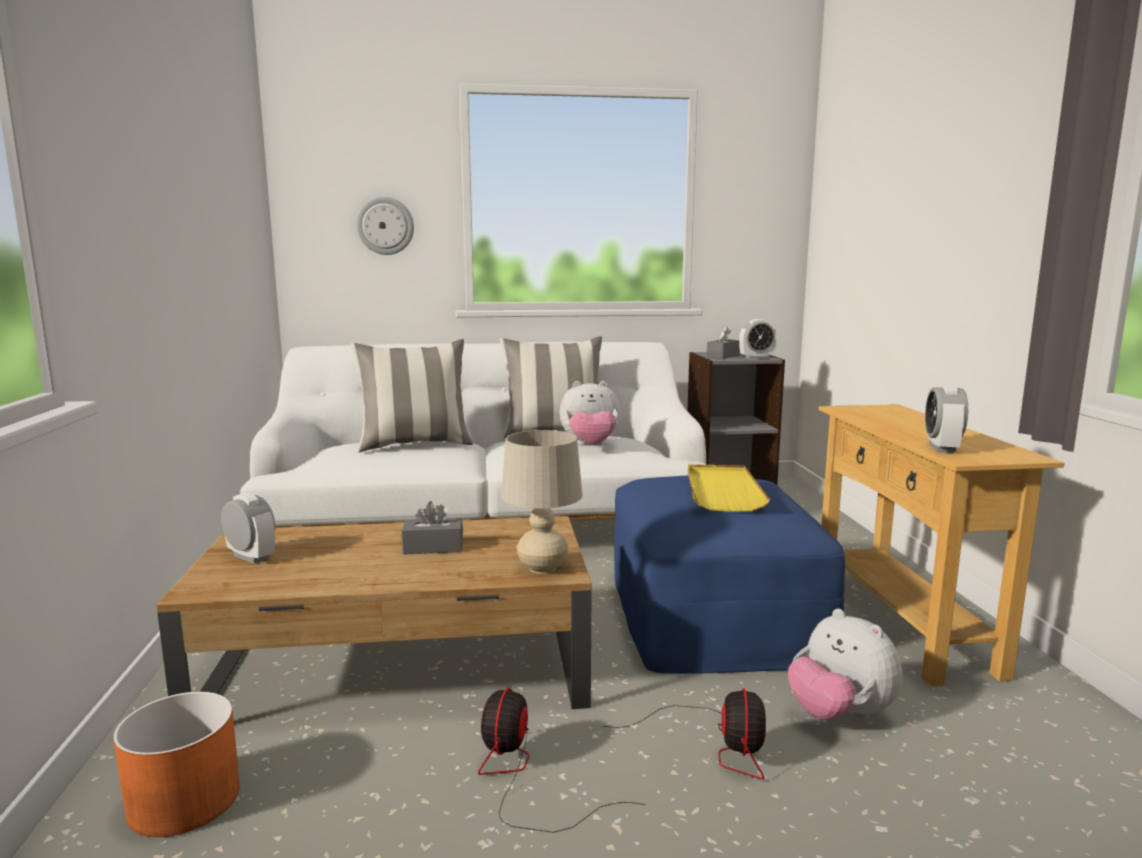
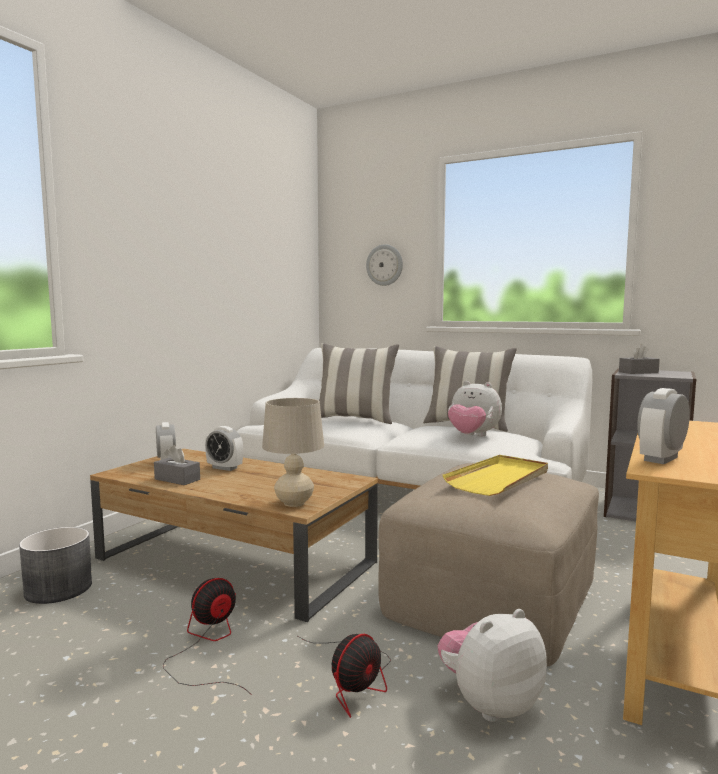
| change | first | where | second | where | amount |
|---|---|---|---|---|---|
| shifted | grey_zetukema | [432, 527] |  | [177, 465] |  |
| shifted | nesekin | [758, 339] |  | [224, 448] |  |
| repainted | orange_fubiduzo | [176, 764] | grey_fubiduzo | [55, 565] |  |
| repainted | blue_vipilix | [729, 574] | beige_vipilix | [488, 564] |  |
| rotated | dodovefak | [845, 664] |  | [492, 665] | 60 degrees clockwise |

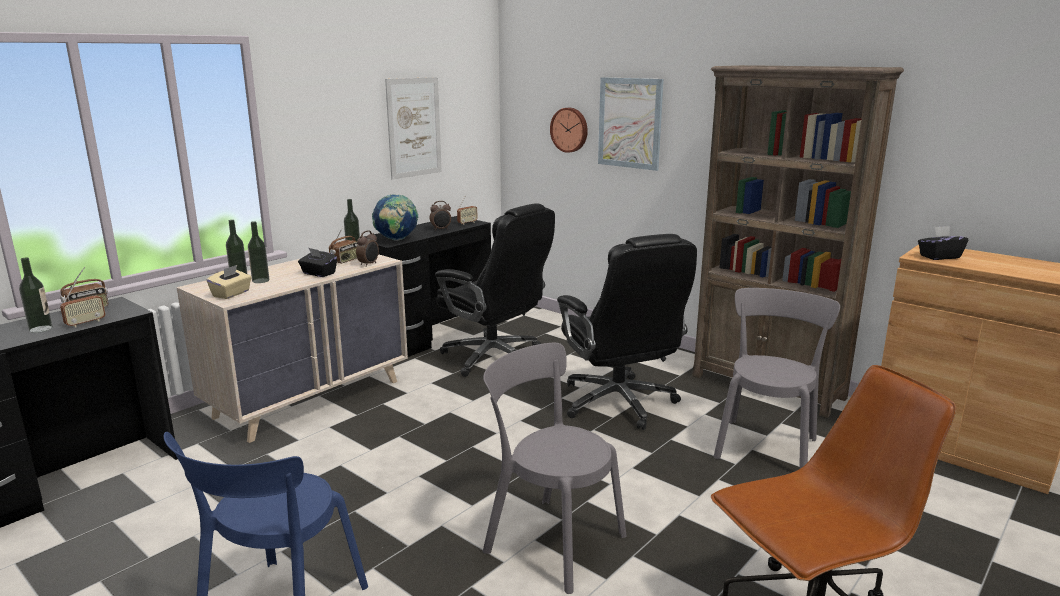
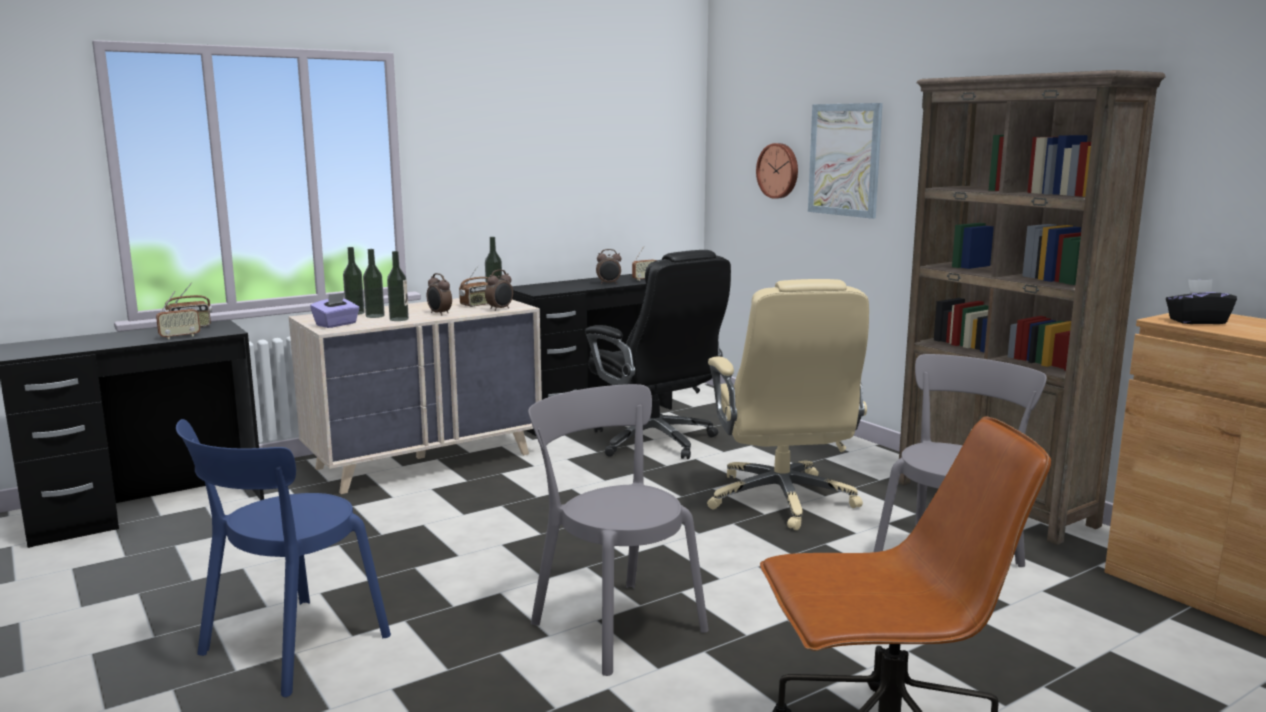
| change | first | where | second | where | amount |
|---|---|---|---|---|---|
| gone | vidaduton | [395, 217] |  |  |  |
| gone | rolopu | [413, 128] |  |  |  |
| shifted | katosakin | [36, 295] |  | [398, 286] |  |
| swapped | black_zetukema | [317, 262] | nesekin | [439, 294] |  |
| repainted | beige_zetukema | [229, 282] | purple_zetukema | [335, 310] |  |
| repainted | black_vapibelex | [627, 332] | beige_vapibelex | [788, 404] |  |

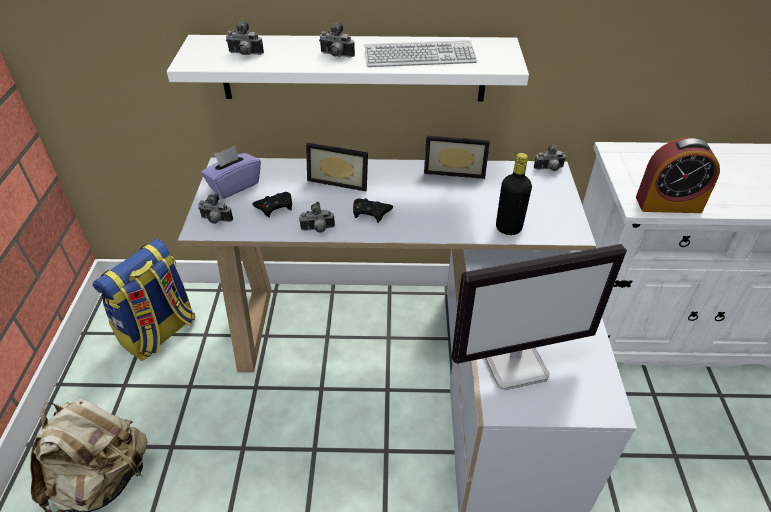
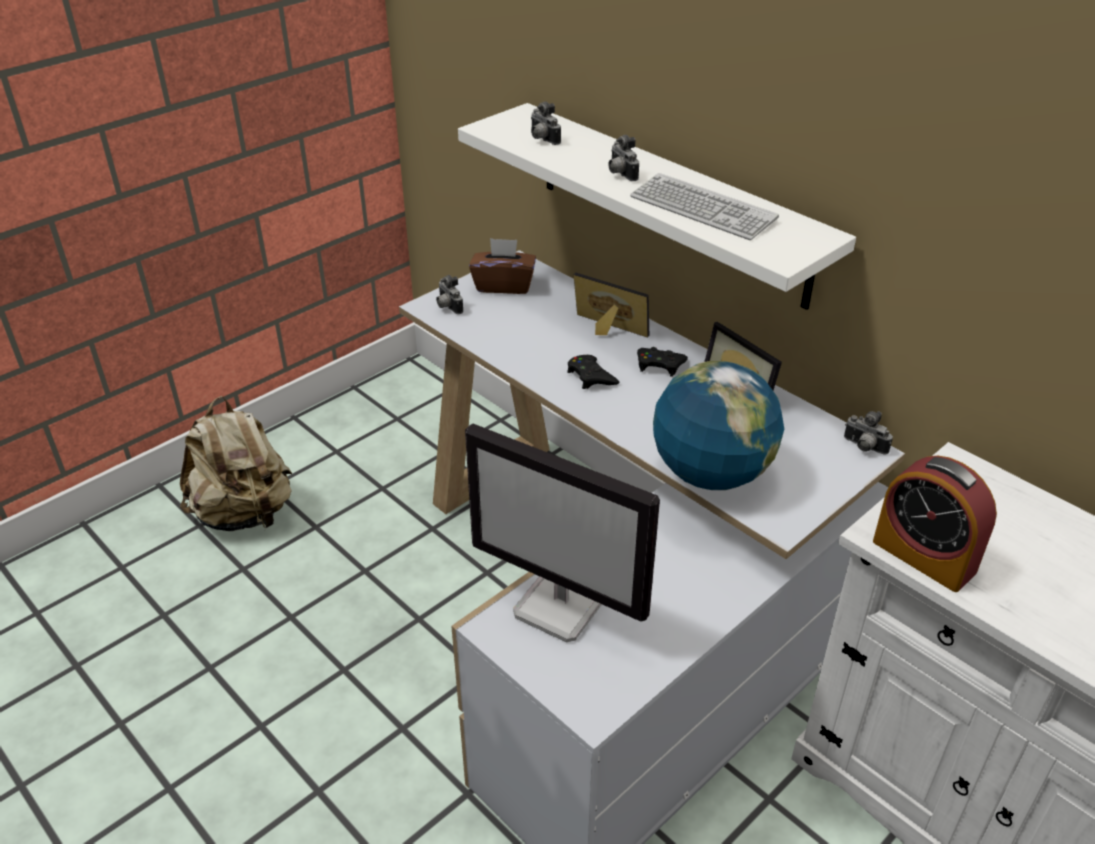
| change | first | where | second | where | amount |
|---|---|---|---|---|---|
| gone | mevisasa | [144, 300] |  |  |  |
| gone | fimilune | [317, 217] |  |  |  |
| shifted | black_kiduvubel | [272, 205] |  | [662, 362] |  |
| swapped | black_katosakin | [514, 194] | vidaduton | [718, 425] |  |
| repainted | purple_zetukema | [231, 172] | brown_zetukema | [502, 266] |  |
| rotated | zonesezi | [337, 167] |  | [611, 305] | 150 degrees clockwise |

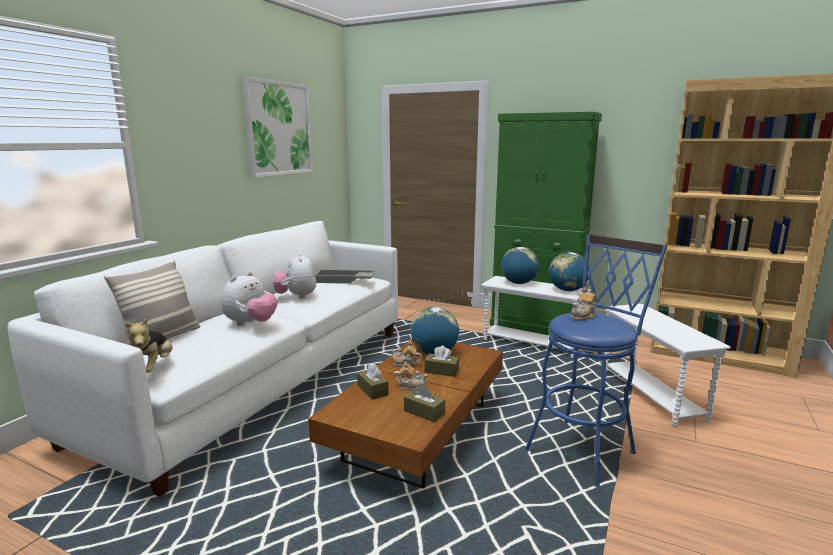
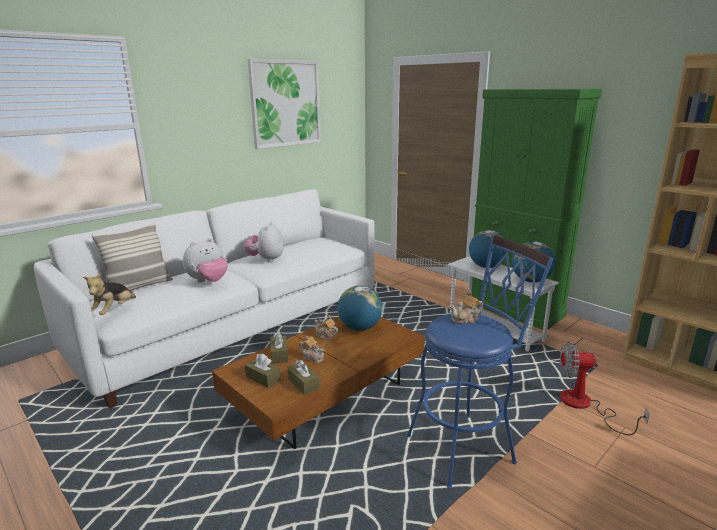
| change | first | where | second | where | amount |
|---|---|---|---|---|---|
| gone | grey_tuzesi | [344, 276] |  |  |  |
| shifted | brown_zetukema | [441, 361] |  | [263, 370] |  |
| swapped | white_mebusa | [667, 365] | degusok | [605, 388] |  |

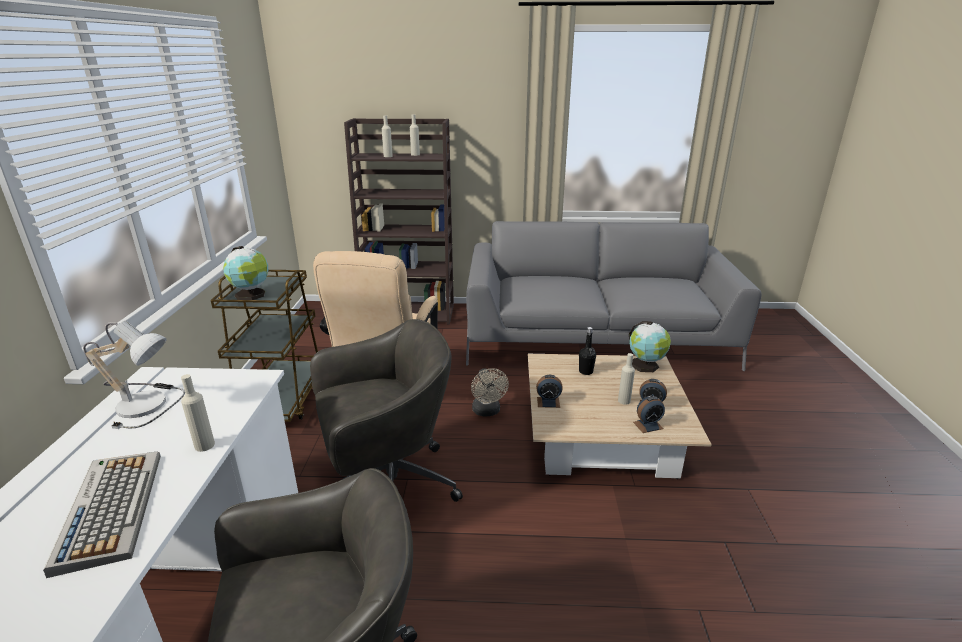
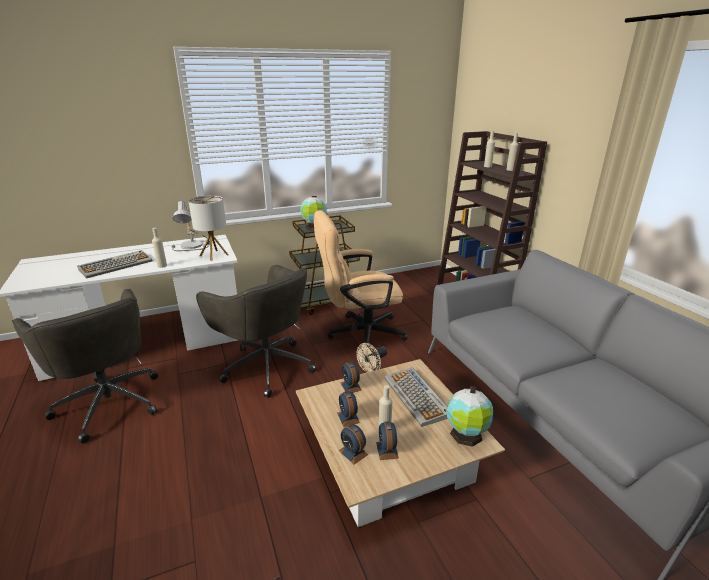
| change | first | where | second | where | amount |
|---|---|---|---|---|---|
| new |  |  | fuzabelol | [208, 228] |  |
| new |  |  | nesekin | [348, 409] |  |
| swapped | black_katosakin | [587, 351] | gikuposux | [416, 397] |  |

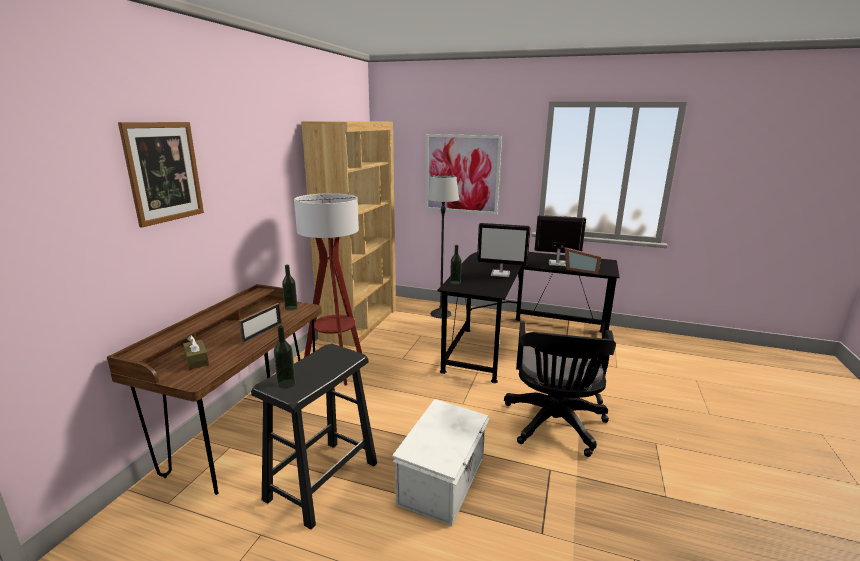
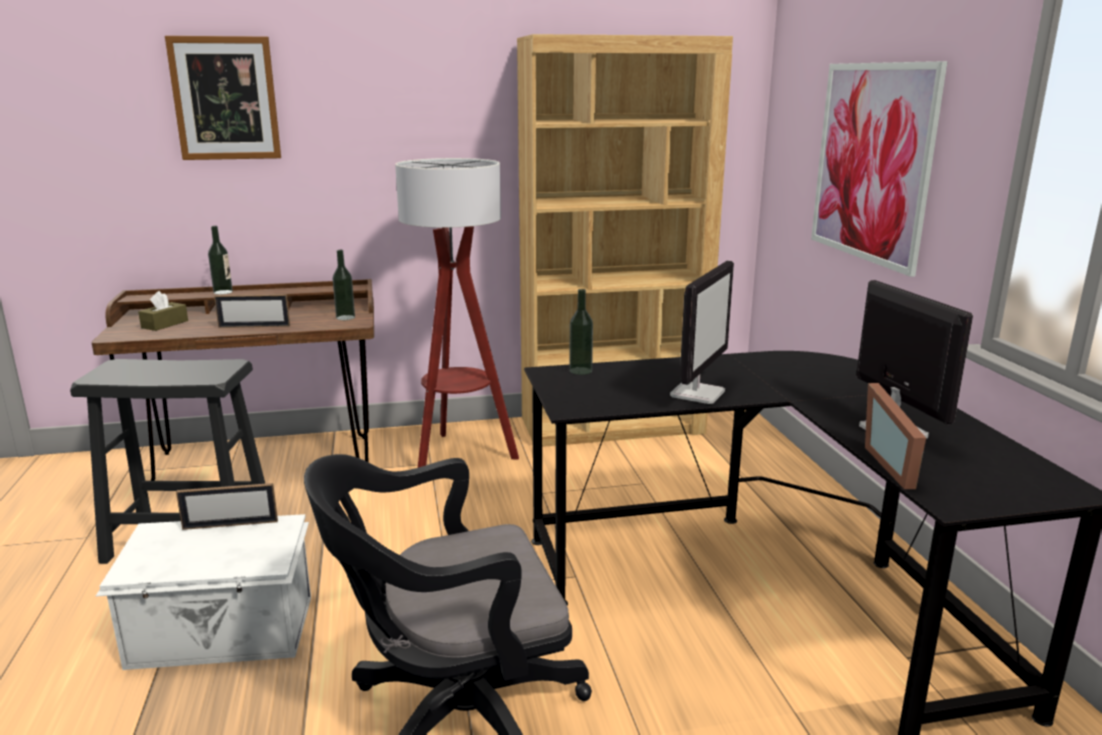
| change | first | where | second | where | amount |
|---|---|---|---|---|---|
| gone | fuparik | [443, 246] |  |  |  |
| new |  |  | zonesezi | [227, 506] |  |
| shifted | katosakin | [285, 357] |  | [220, 260] |  |
| rotated | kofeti | [504, 250] |  | [702, 332] | 135 degrees counterclockwise |

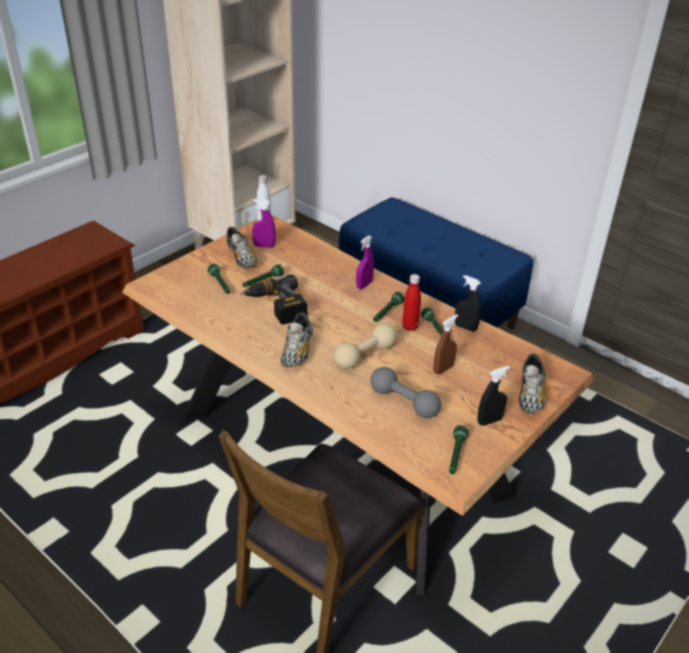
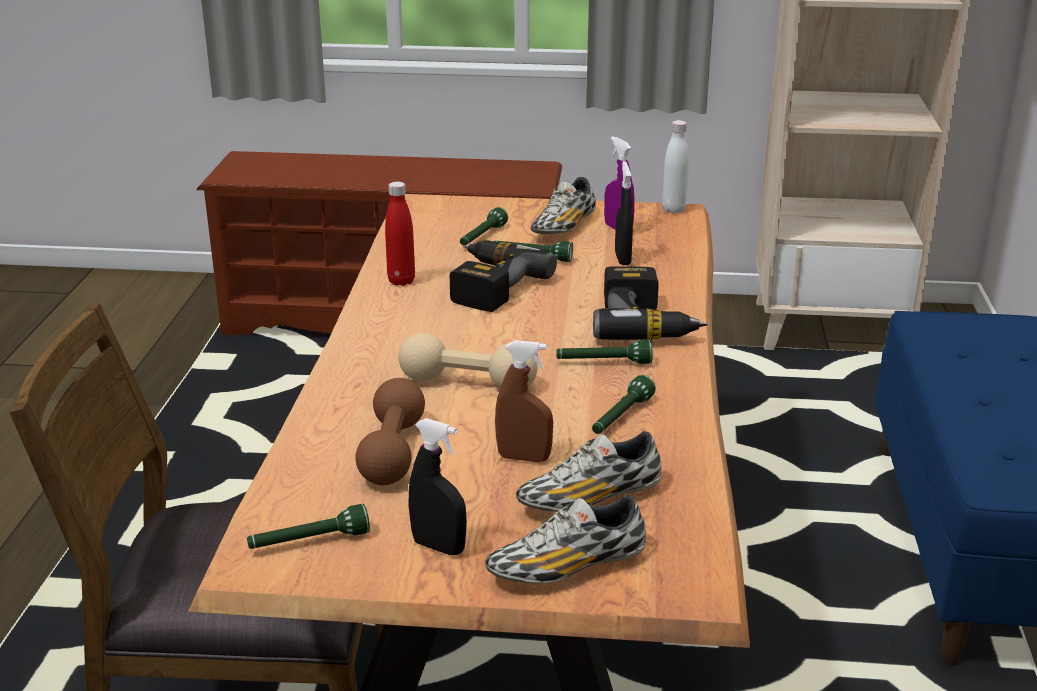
| change | first | where | second | where | amount |
|---|---|---|---|---|---|
| shifted | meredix | [297, 339] |  | [588, 471] |  |
| shifted | red_katosakin | [411, 302] |  | [400, 234] |  |
| shifted | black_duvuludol | [468, 303] |  | [624, 213] |  |
| swapped | purple_duvuludol | [365, 262] | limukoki | [650, 303] |  |
| repainted | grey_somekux | [405, 392] | brown_somekux | [390, 431] |  |

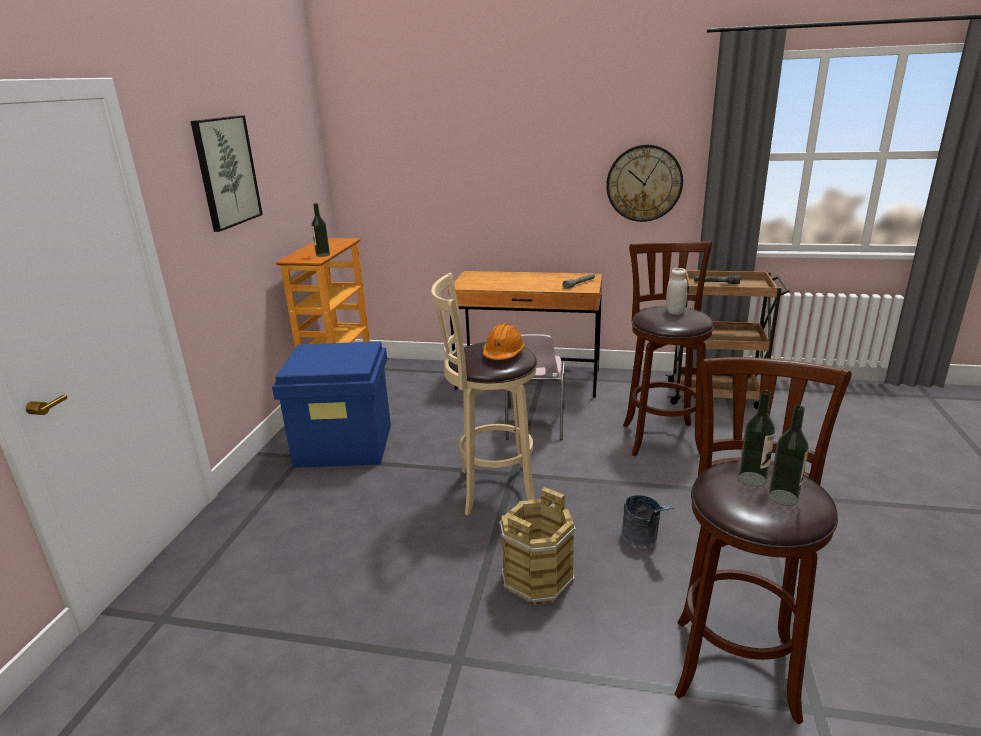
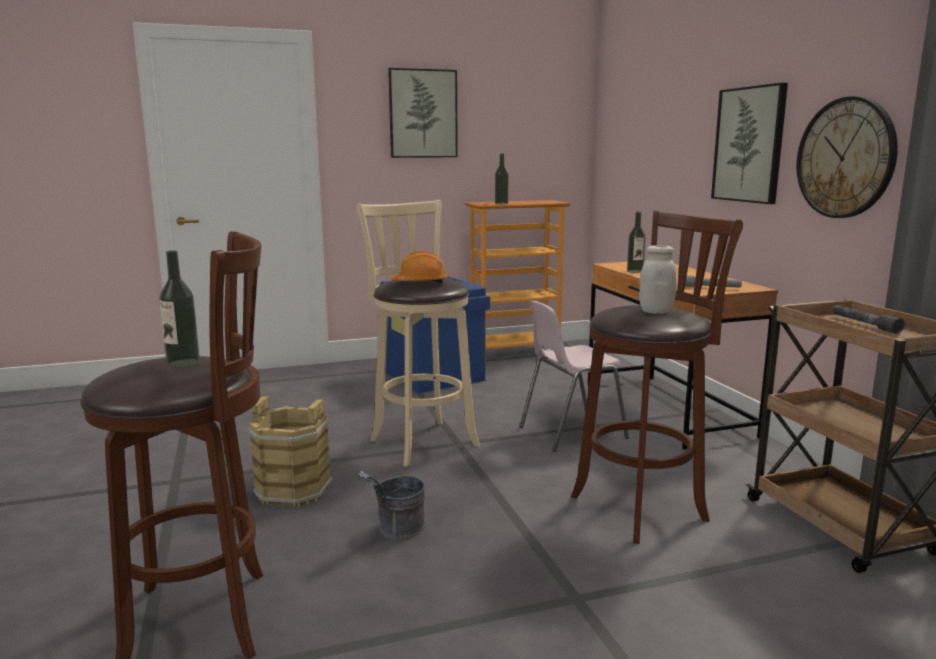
| change | first | where | second | where | amount |
|---|---|---|---|---|---|
| new |  |  | rolopu | [749, 143] |  |
| shifted | katosakin | [788, 455] |  | [636, 242] |  |

